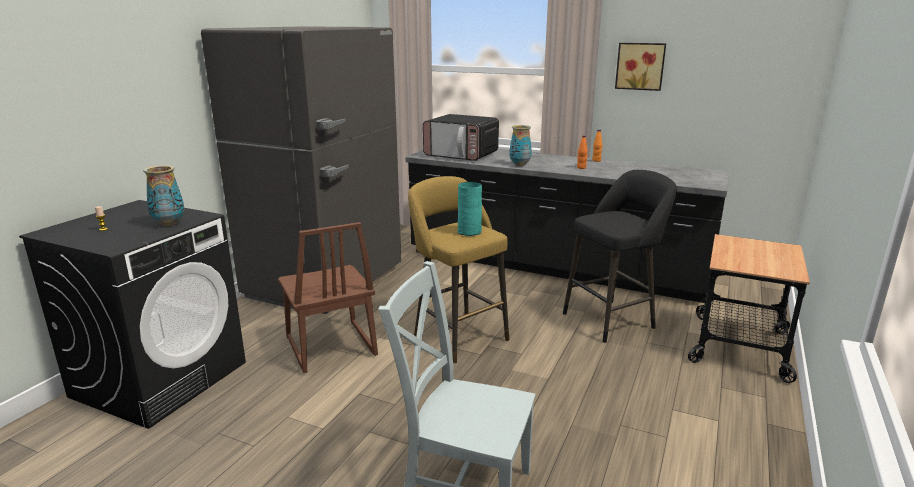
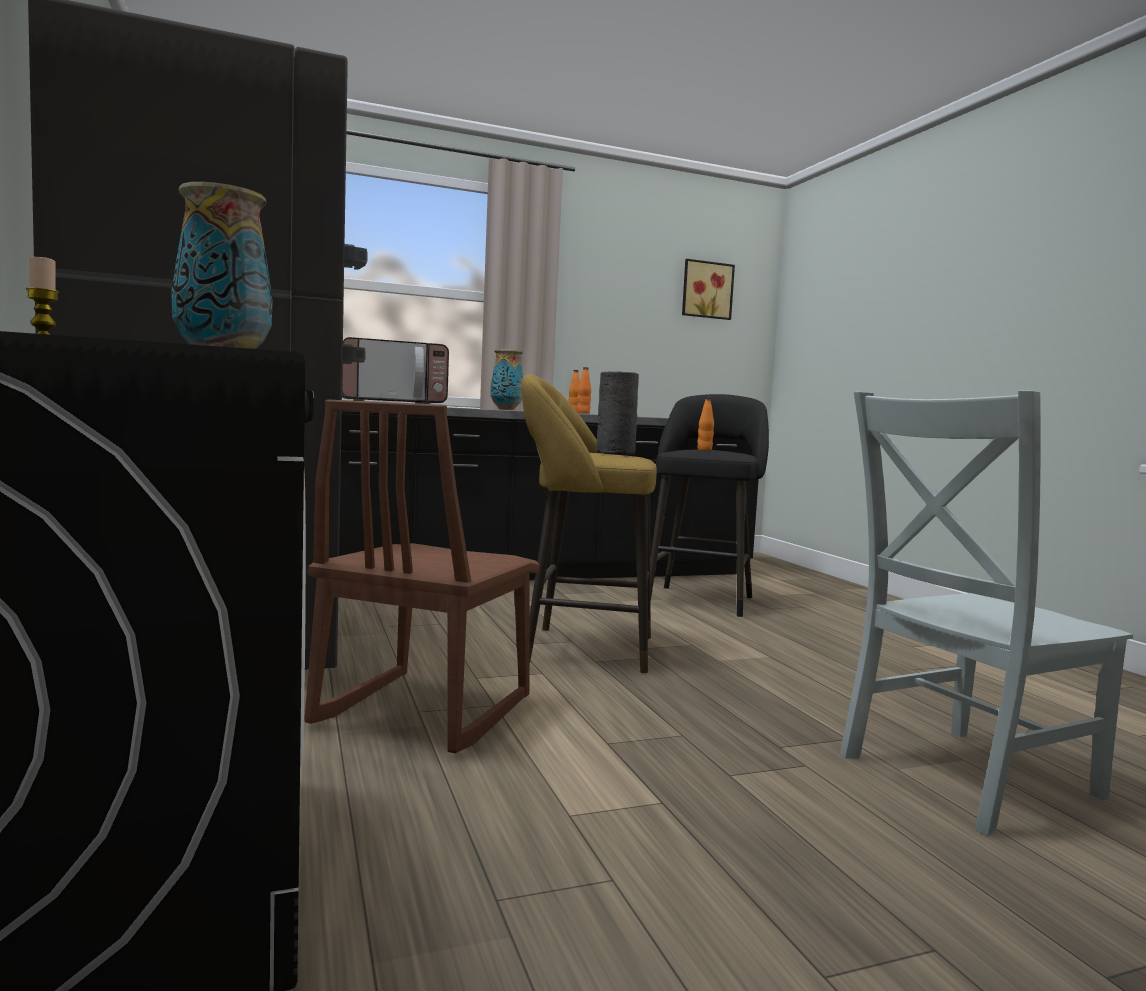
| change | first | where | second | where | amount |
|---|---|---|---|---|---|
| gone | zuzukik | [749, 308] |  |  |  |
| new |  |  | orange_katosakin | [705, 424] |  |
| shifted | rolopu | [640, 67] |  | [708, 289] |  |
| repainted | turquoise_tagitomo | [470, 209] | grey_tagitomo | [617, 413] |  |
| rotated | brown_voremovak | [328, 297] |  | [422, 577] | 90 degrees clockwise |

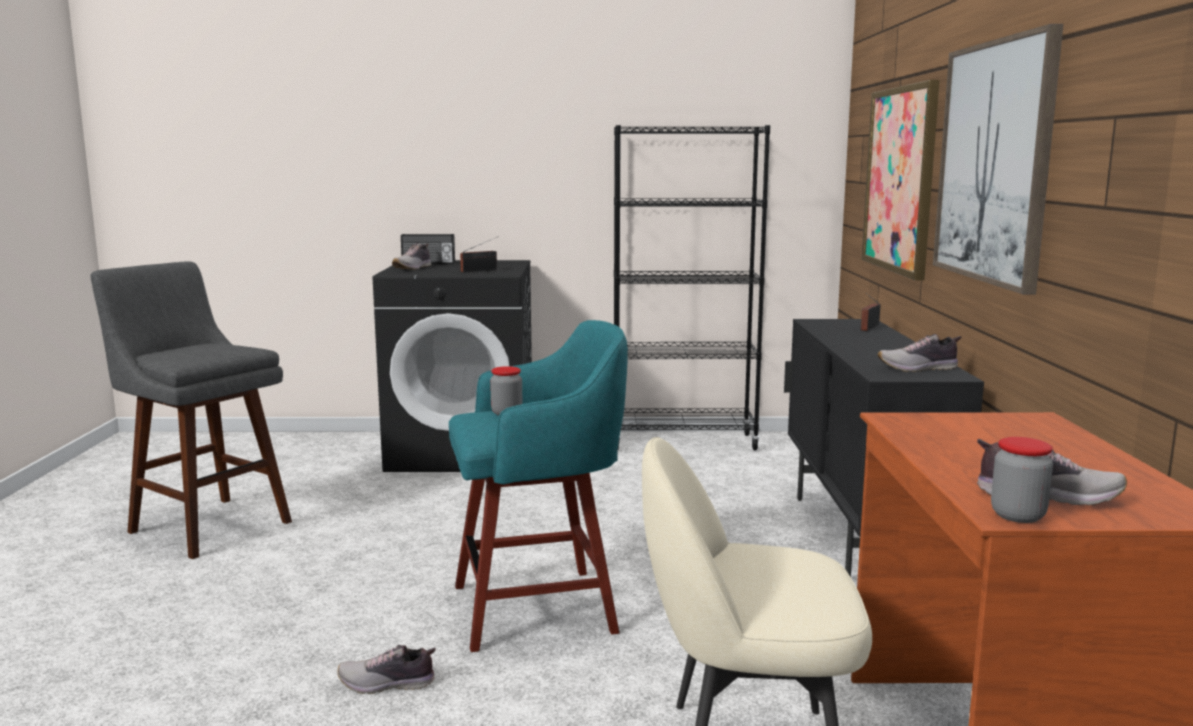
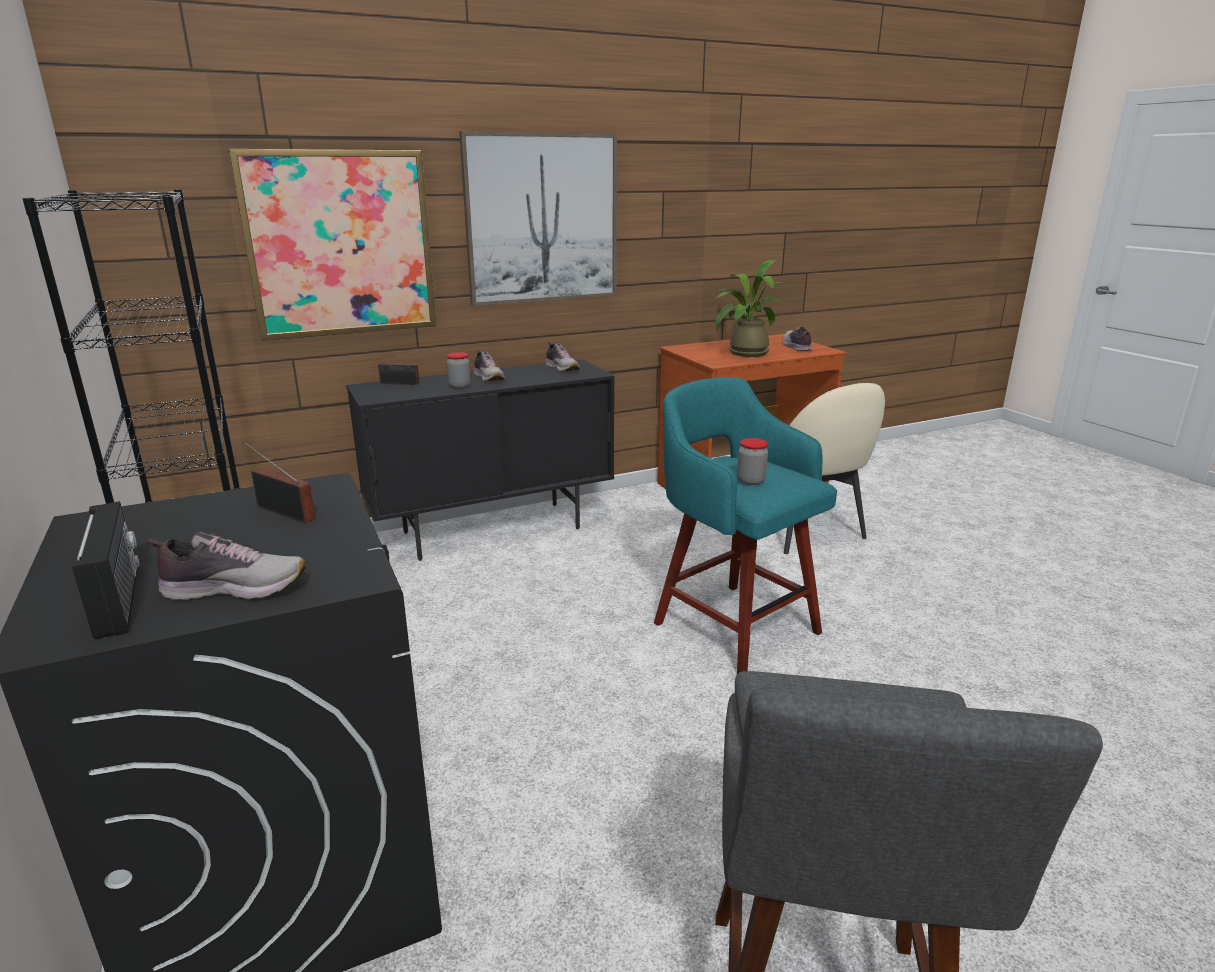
| change | first | where | second | where | amount |
|---|---|---|---|---|---|
| new |  |  | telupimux | [751, 308] |  |
| shifted | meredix | [387, 669] |  | [489, 365] |  |
| shifted | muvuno | [1022, 480] |  | [458, 370] |  |

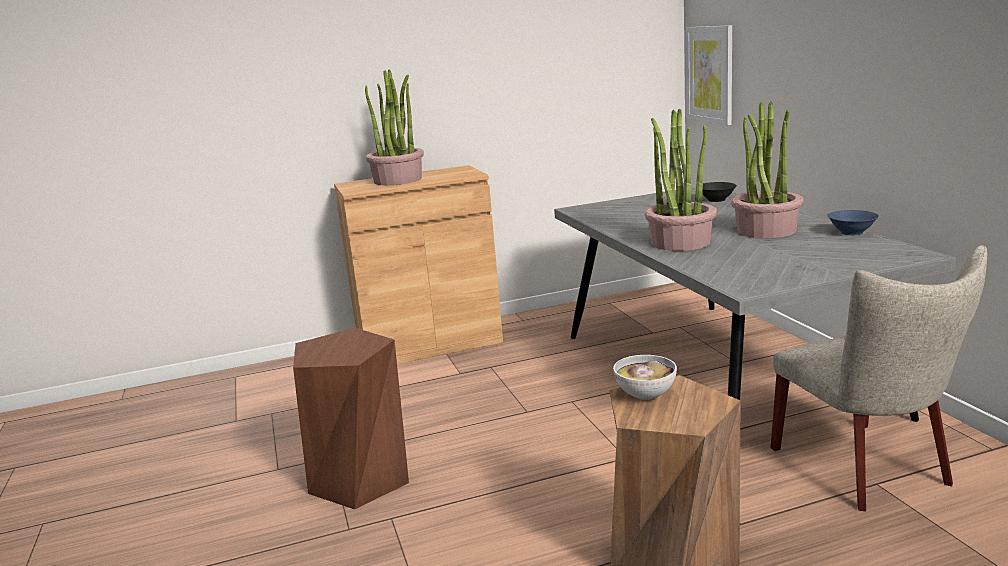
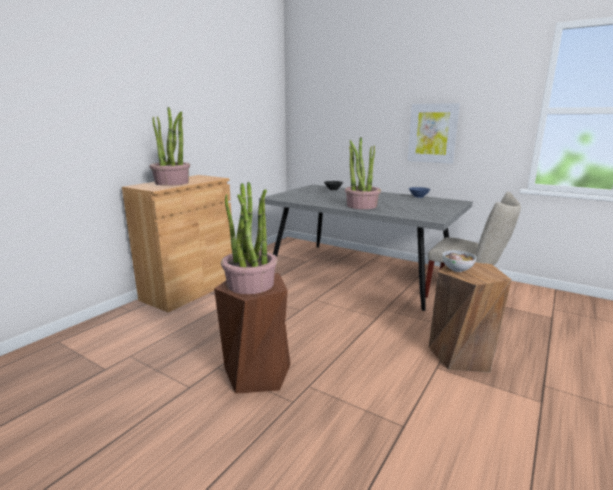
| change | first | where | second | where | amount |
|---|---|---|---|---|---|
| shifted | rolopu | [709, 75] |  | [434, 133] |  |
| shifted | telupimux | [767, 169] |  | [249, 238] |  |

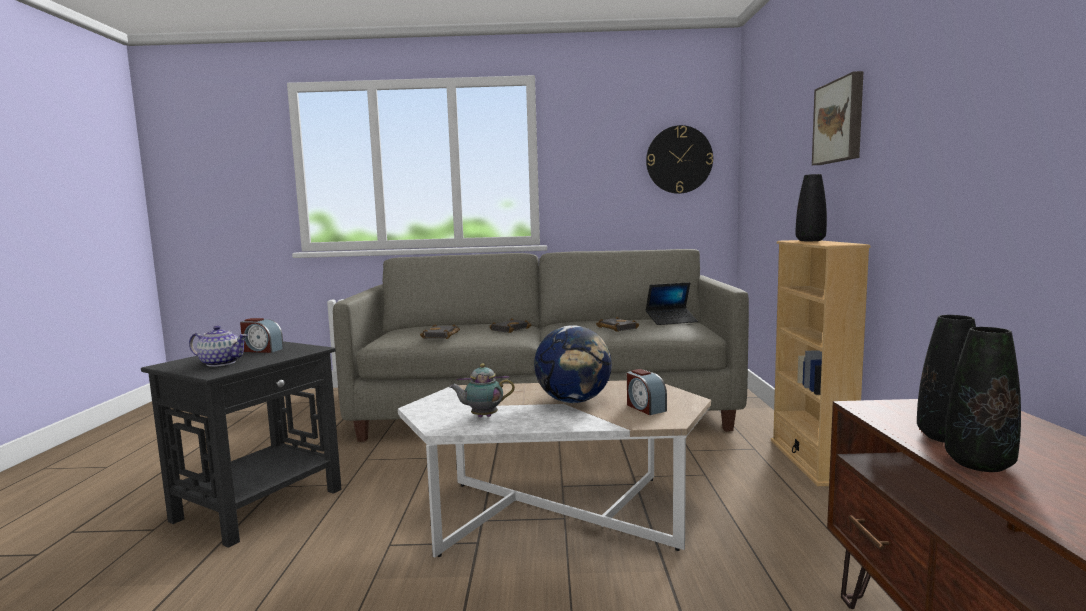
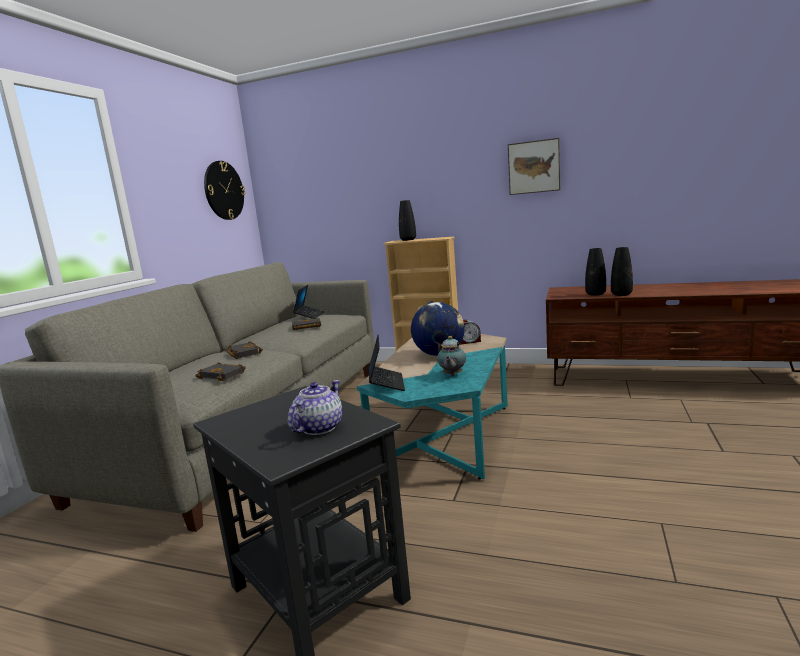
| change | first | where | second | where | amount |
|---|---|---|---|---|---|
| gone | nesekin | [262, 335] |  |  |  |
| new |  |  | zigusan | [387, 362] |  |
| shifted | rolopu | [838, 118] |  | [534, 166] |  |
| repainted | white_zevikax | [554, 468] | turquoise_zevikax | [432, 406] |  |

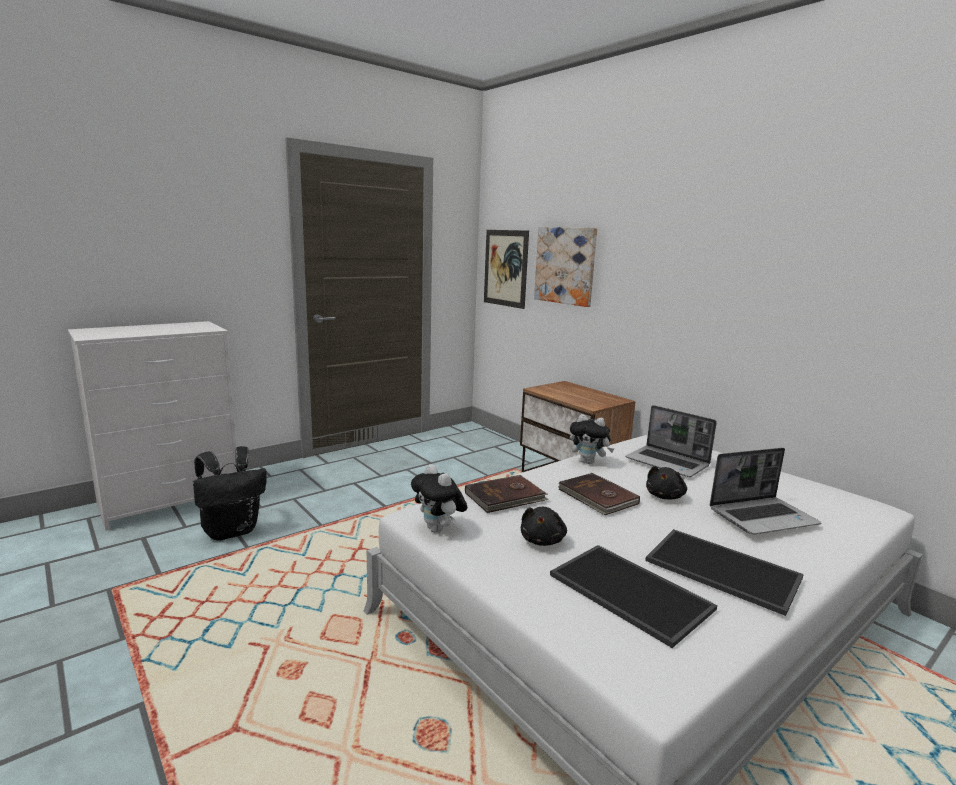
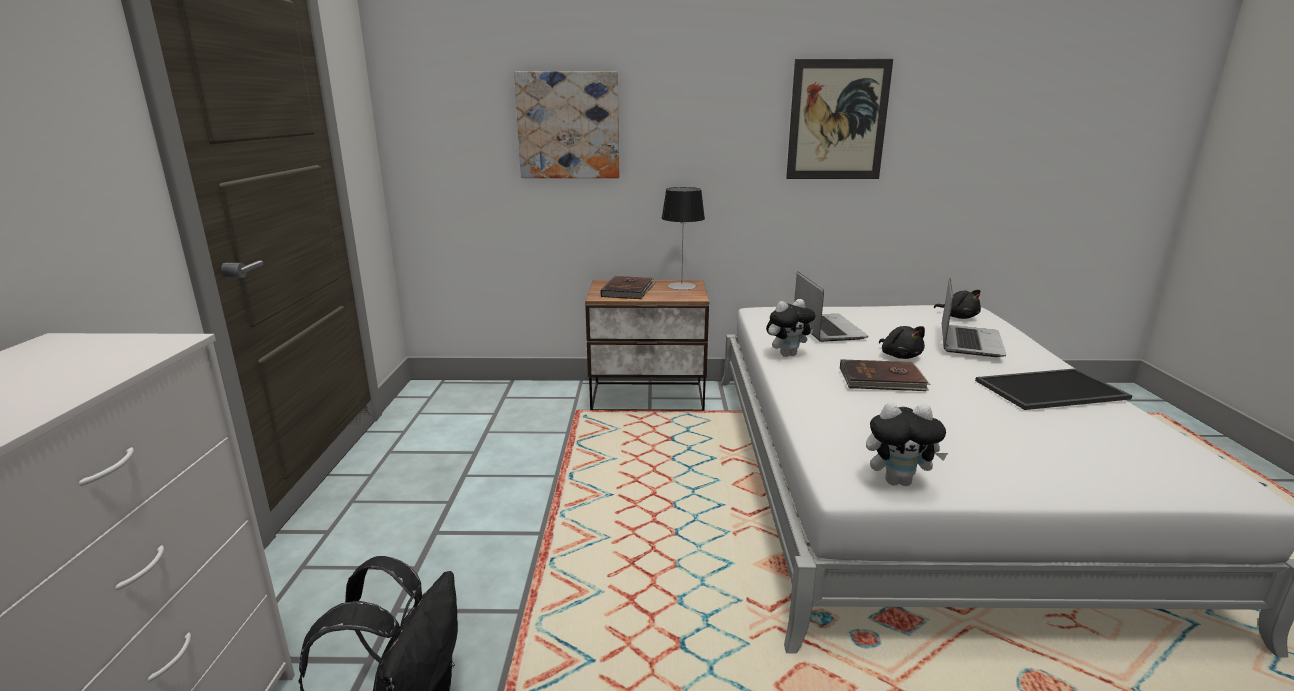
| change | first | where | second | where | amount |
|---|---|---|---|---|---|
| gone | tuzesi | [633, 596] |  |  |  |
| new |  |  | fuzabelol | [683, 238] |  |
| shifted | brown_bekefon | [506, 494] |  | [628, 287] |  |
| shifted | rolopu | [506, 269] |  | [839, 119] |  |
| shifted | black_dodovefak | [544, 526] |  | [957, 304] |  |
| rotated | zigusan | [671, 441] |  | [831, 306] | 90 degrees counterclockwise |

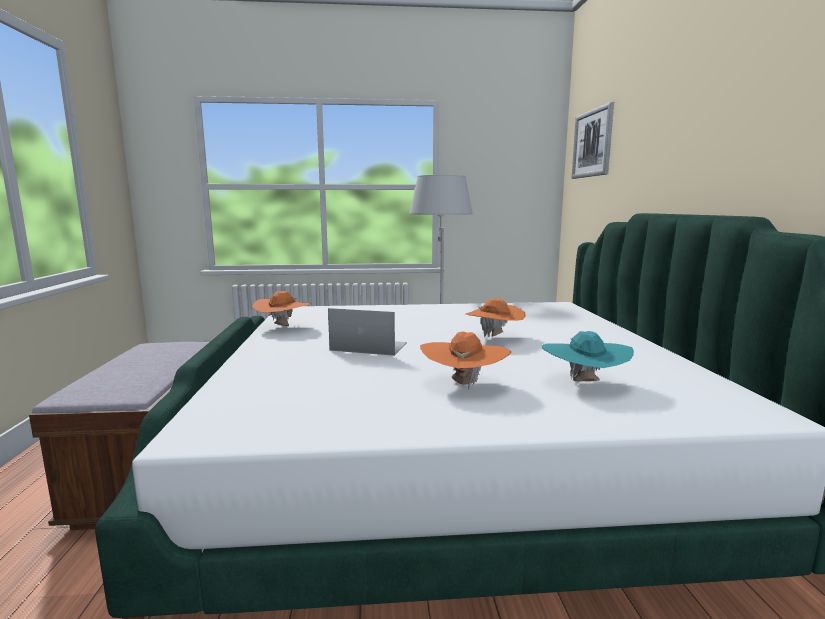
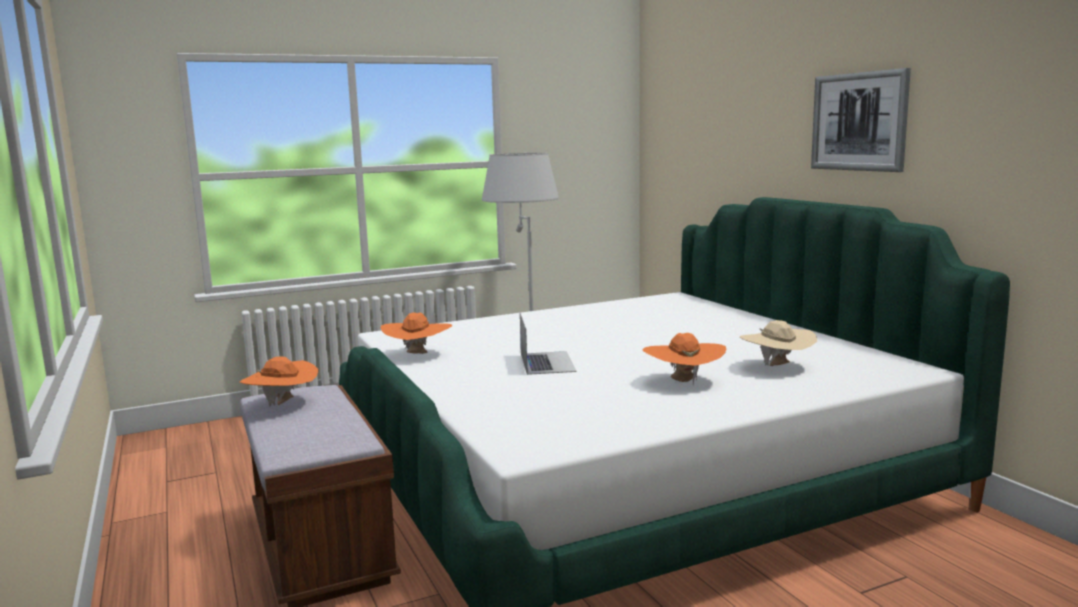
| change | first | where | second | where | amount |
|---|---|---|---|---|---|
| shifted | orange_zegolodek | [496, 317] |  | [279, 381] |  |
| shifted | rolopu | [593, 140] |  | [861, 120] |  |
| repainted | turquoise_zegolodek | [588, 356] | beige_zegolodek | [778, 343] |  |
| rotated | zigusan | [367, 332] |  | [548, 344] | 90 degrees clockwise |

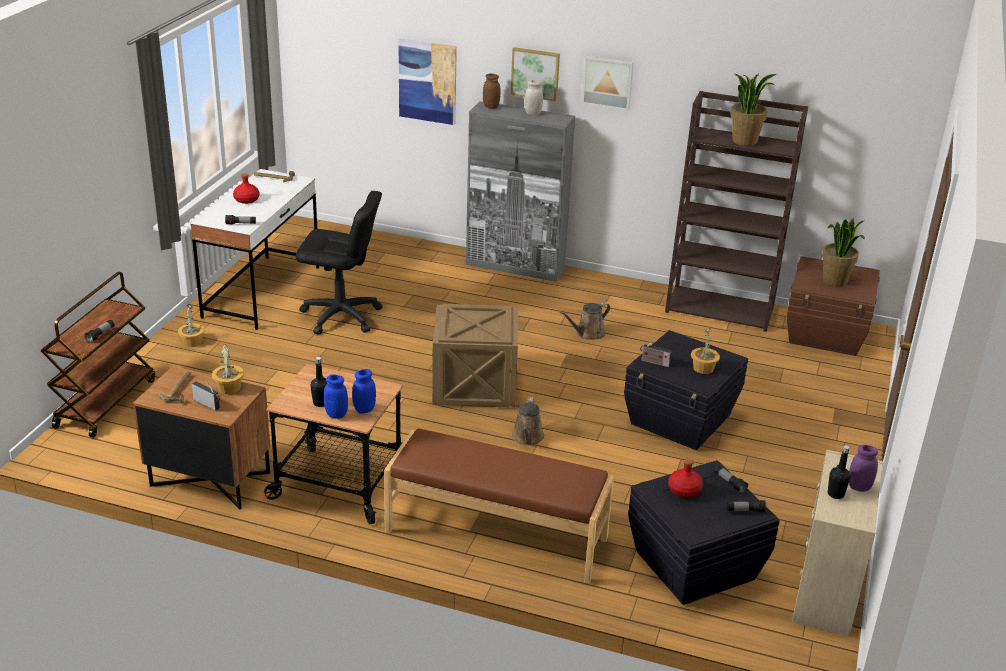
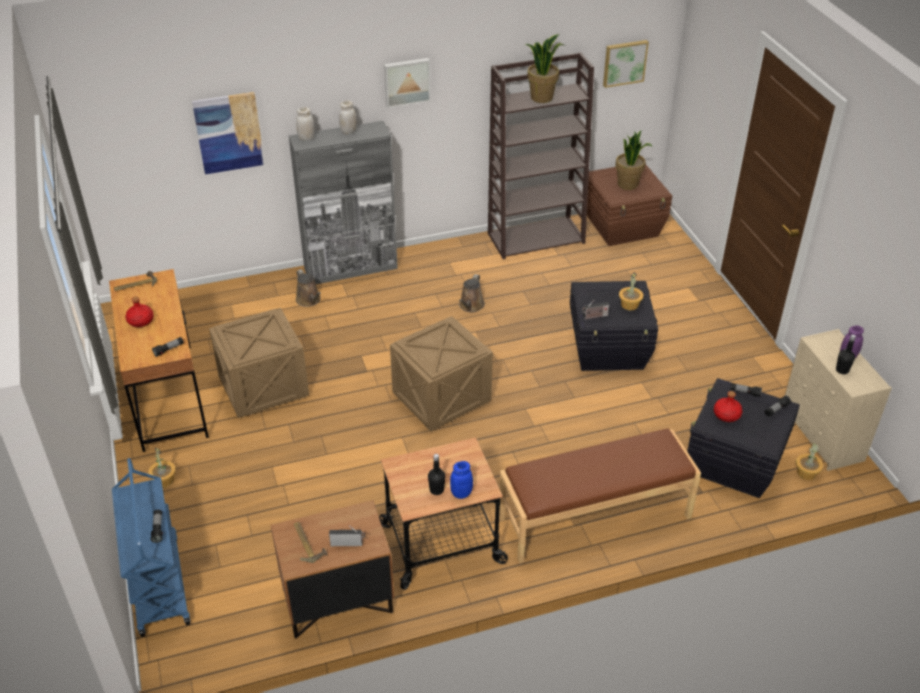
| change | first | where | second | where | amount |
|---|---|---|---|---|---|
| gone | blue_muvuno | [364, 391] |  |  |  |
| shifted | telupimux | [228, 368] |  | [809, 461] |  |
| shifted | rolopu | [535, 74] |  | [626, 64] |  |
| shifted | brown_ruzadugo | [528, 421] |  | [308, 288] |  |
| swapped | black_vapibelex | [339, 262] | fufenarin | [259, 363] |  |
| repainted | brown_zuzukik | [98, 355] | blue_zuzukik | [151, 547] |  |
| repainted | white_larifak | [254, 249] | brown_larifak | [159, 360] |  |
| repainted | brown_muvuno | [492, 91] | white_muvuno | [305, 124] |  |

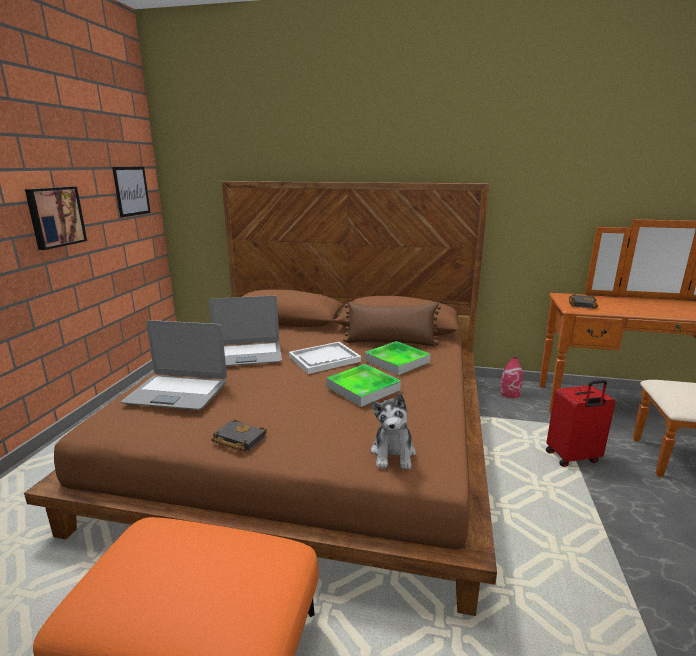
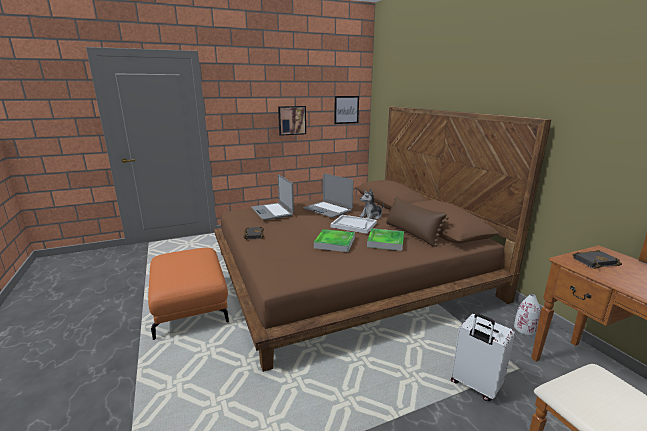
| change | first | where | second | where | amount |
|---|---|---|---|---|---|
| shifted | dodovefak | [393, 431] |  | [371, 204] |  |
| repainted | red_tagitomo | [511, 377] | white_tagitomo | [527, 314] |  |
| repainted | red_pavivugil | [581, 423] | white_pavivugil | [483, 357] |  |

